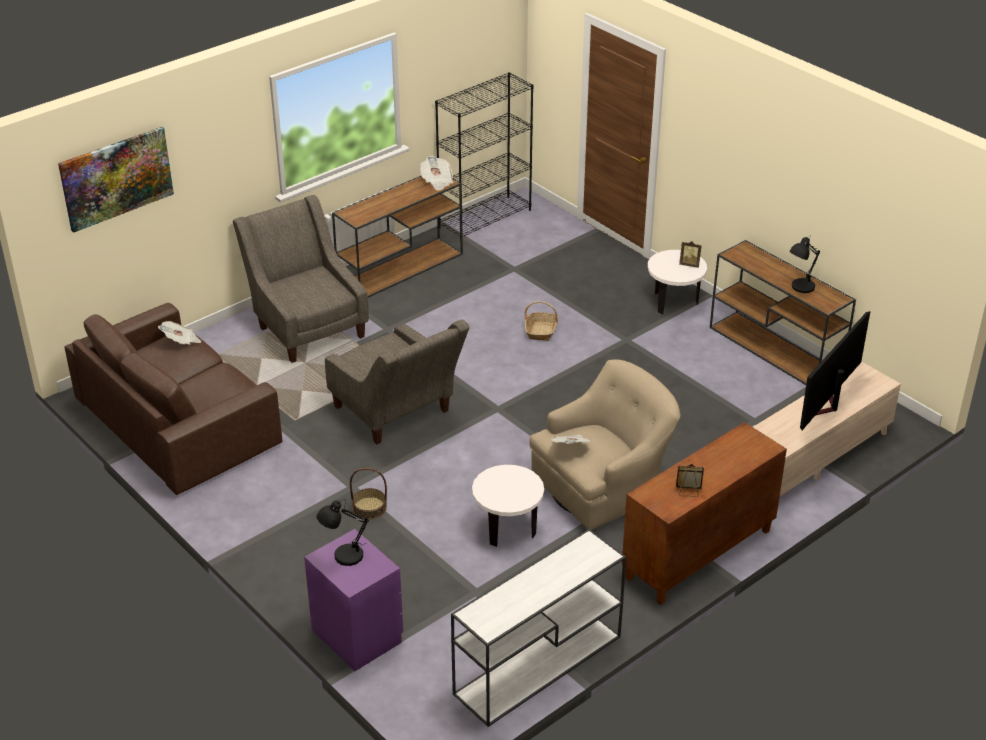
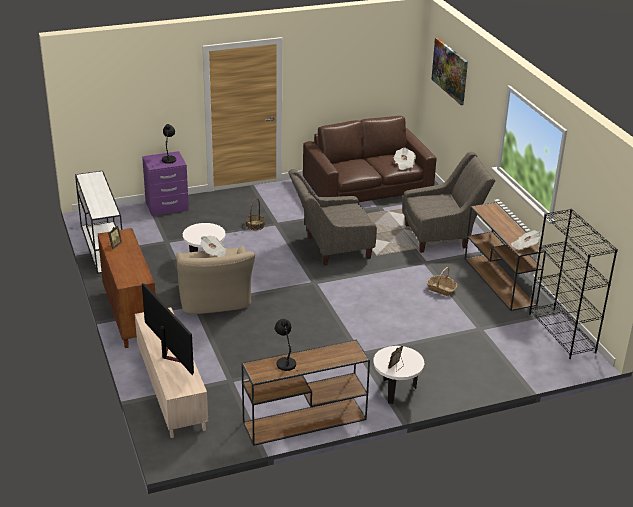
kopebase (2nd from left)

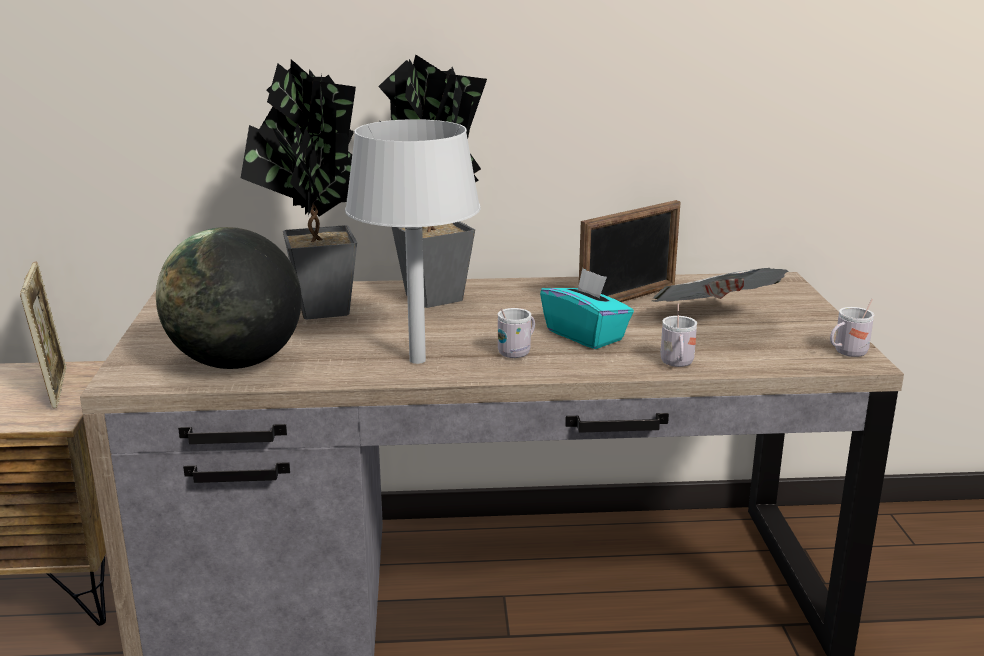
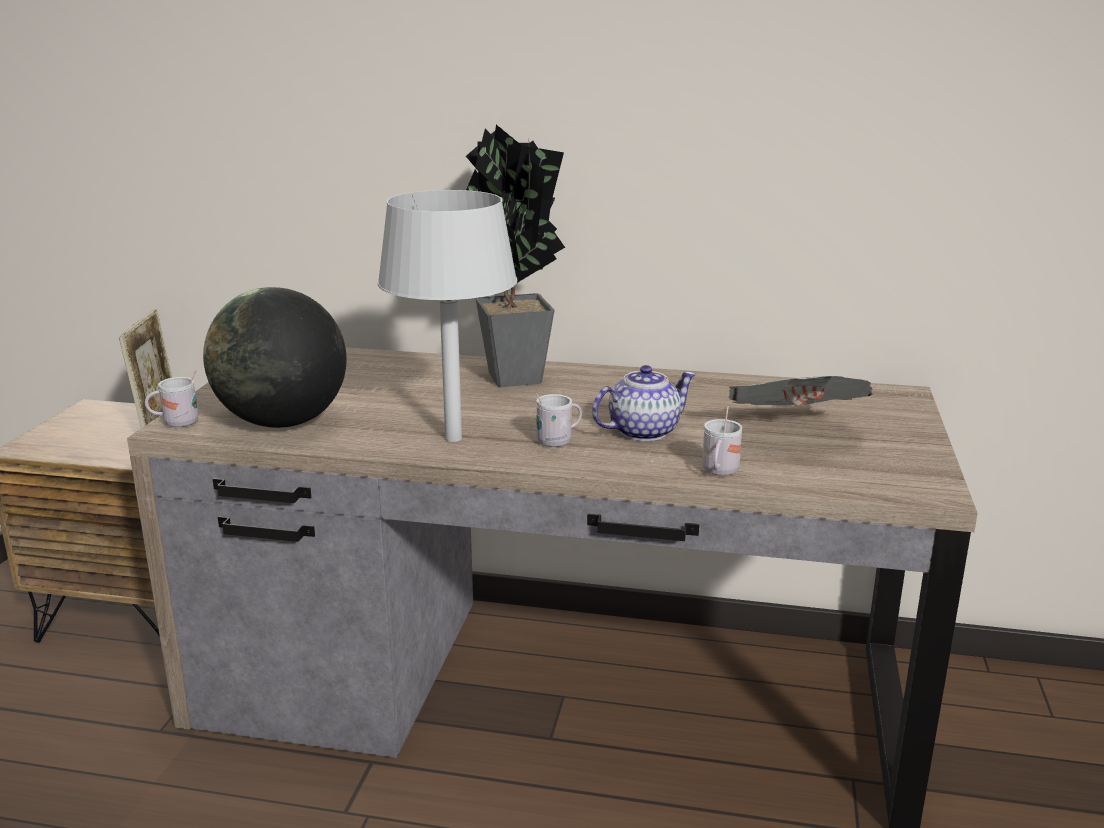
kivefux (1st from left in the first image)
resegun (2nd from left in the first image)
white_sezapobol (1st from left)
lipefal

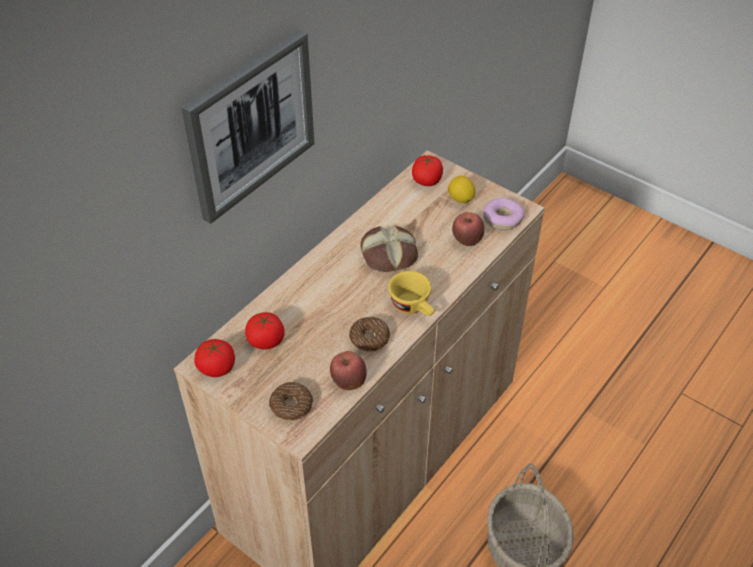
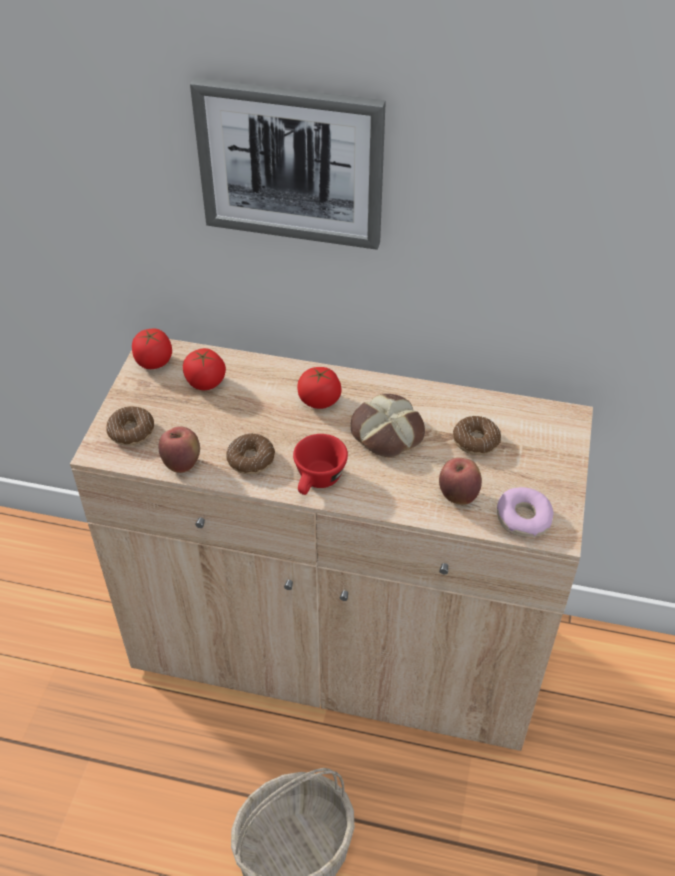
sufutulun
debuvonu (3rd from left)
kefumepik (3rd from left)
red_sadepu

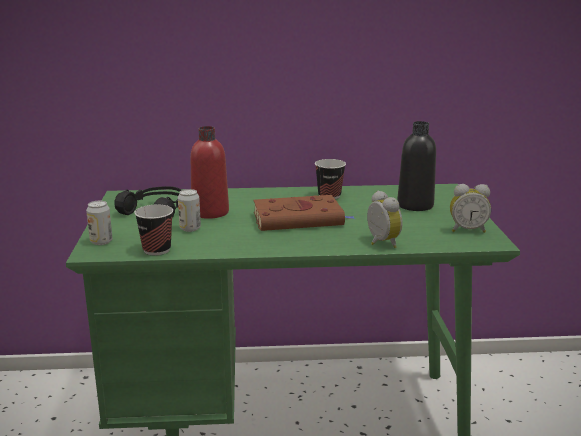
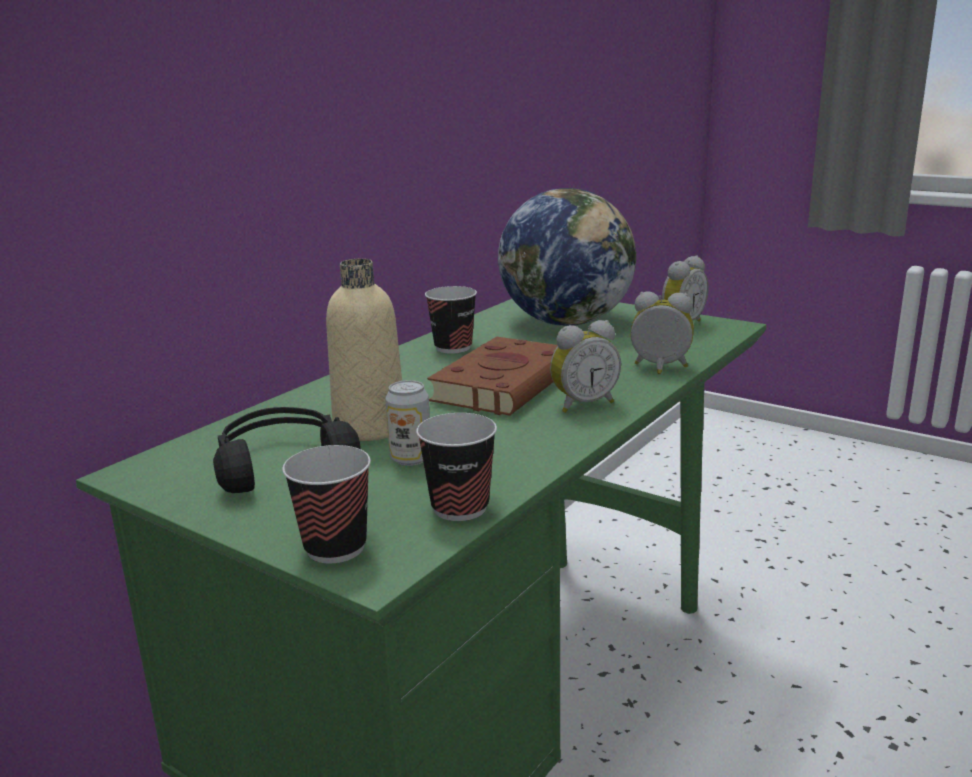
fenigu (1st from left)
sadepu (1st from left)
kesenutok
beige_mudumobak

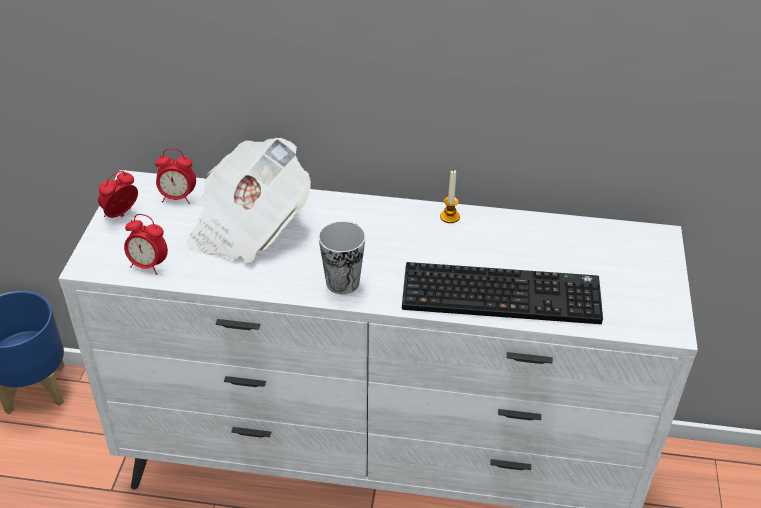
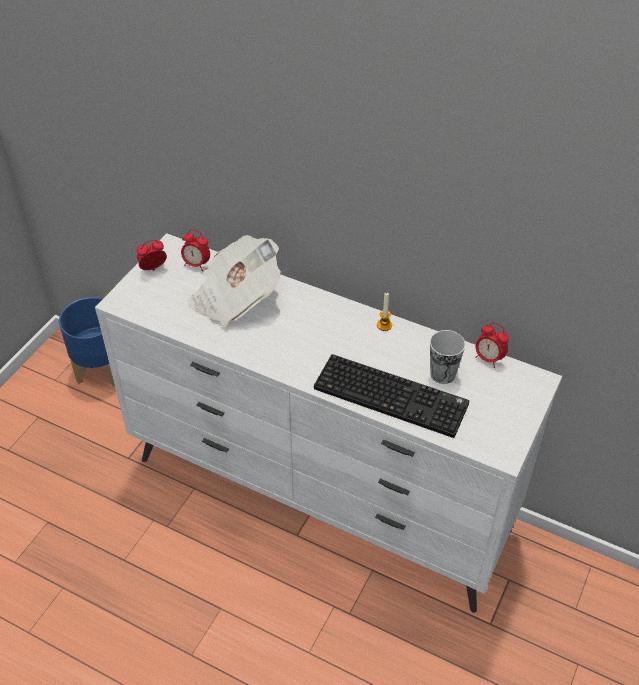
fenigu (3rd from left)
sadepu

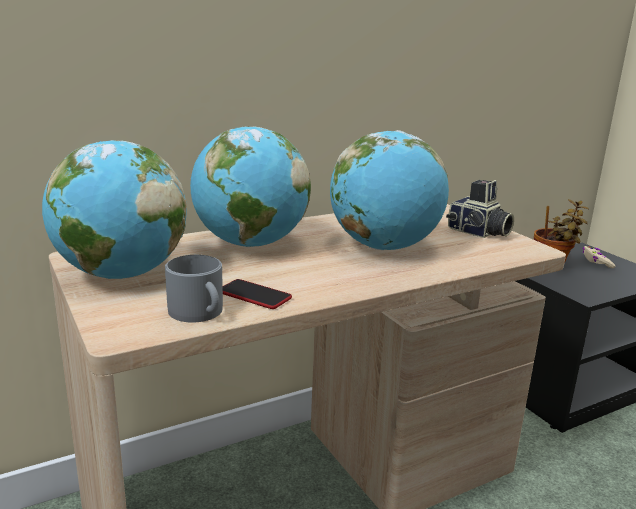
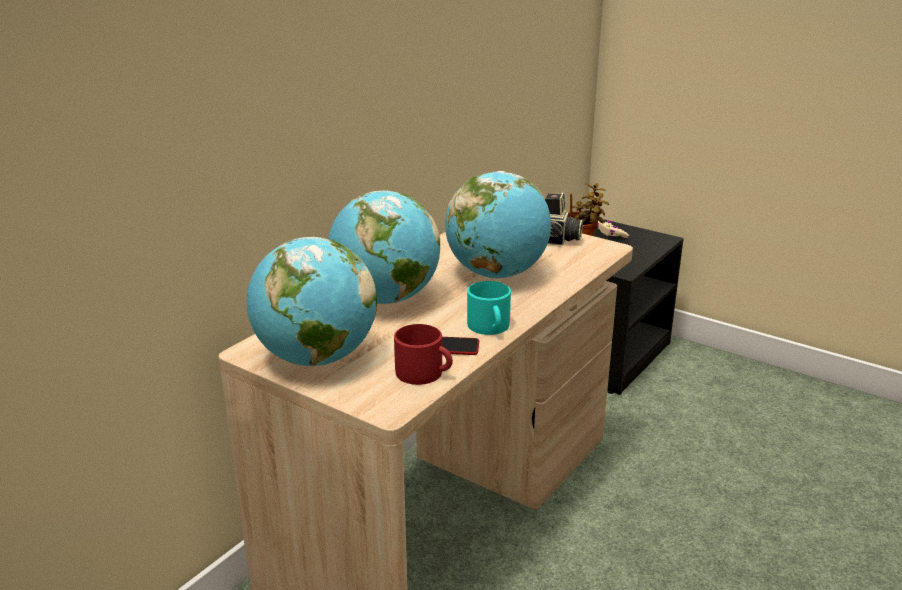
turquoise_sezapobol
red_sezapobol

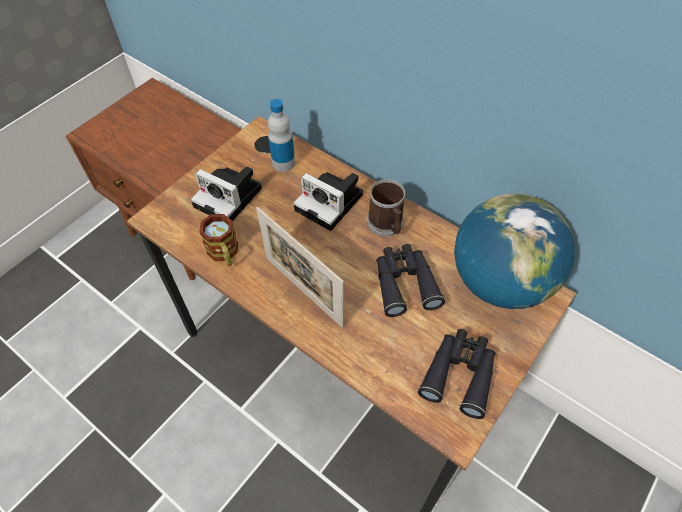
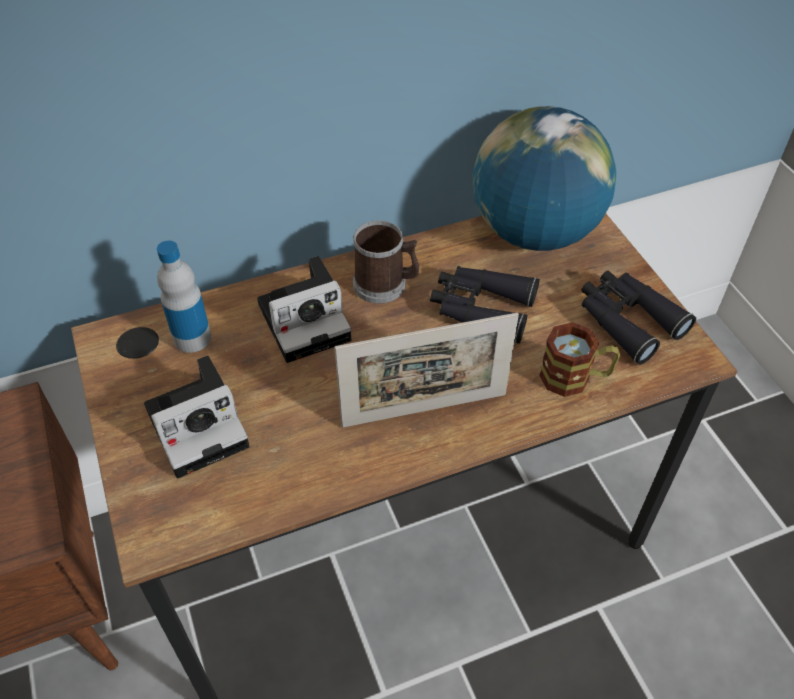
sezapobol (2nd from left)

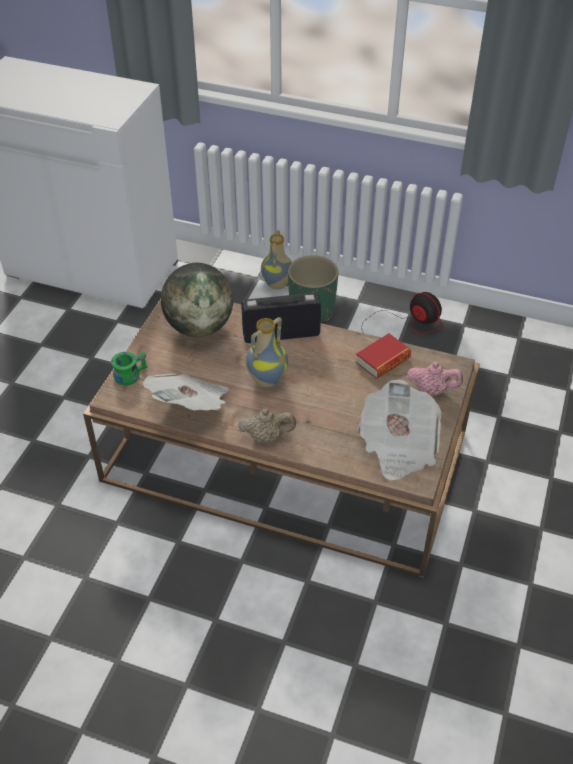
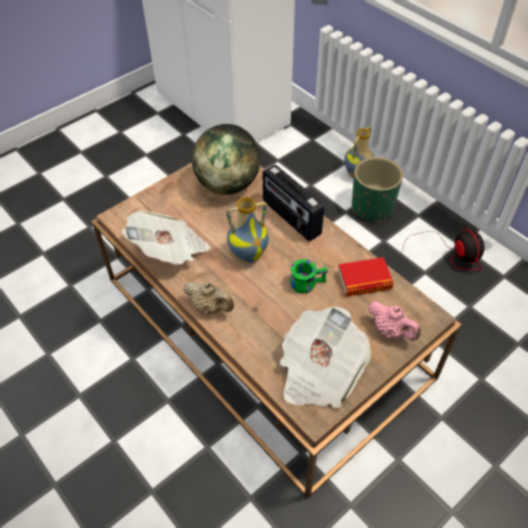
green_sezapobol
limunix

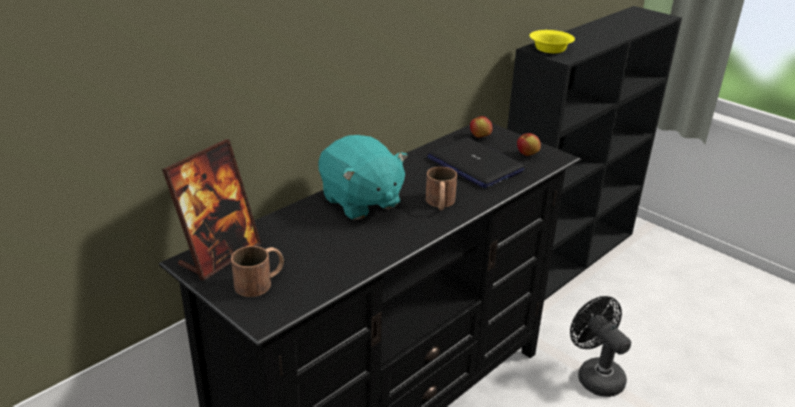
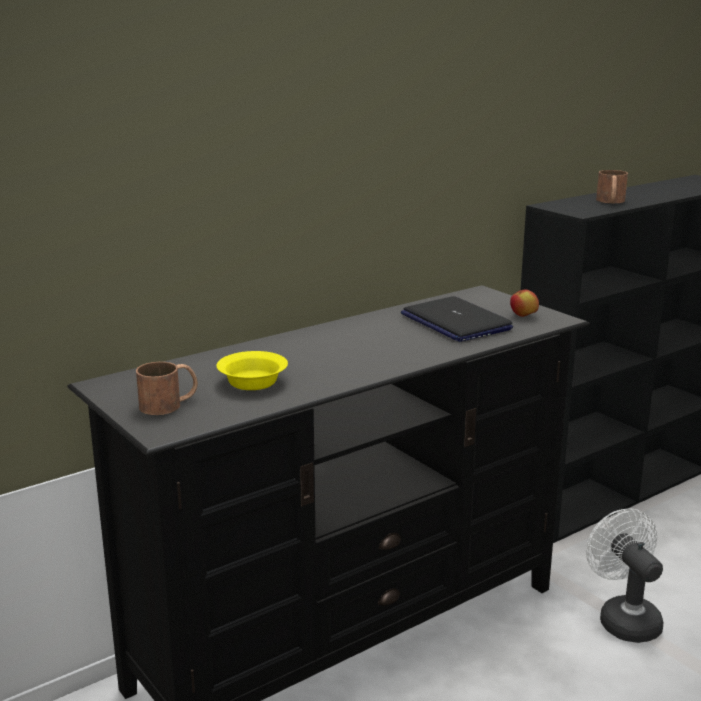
resegun
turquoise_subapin
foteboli (1st from left in the first image)
brown_sezapobol (2nd from left)
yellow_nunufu
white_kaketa

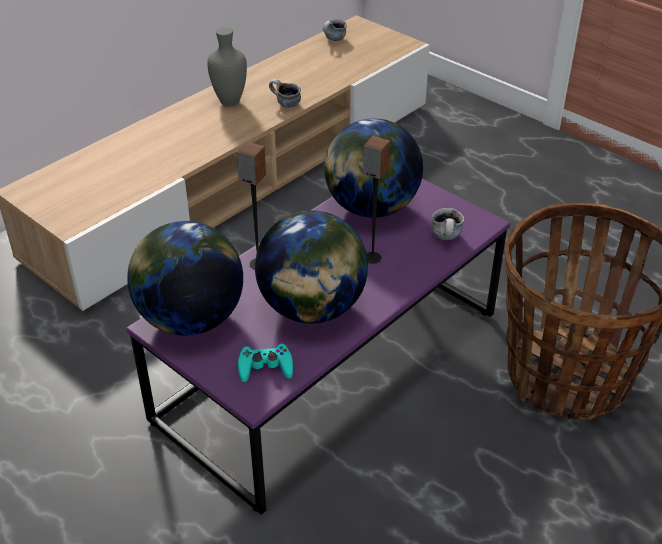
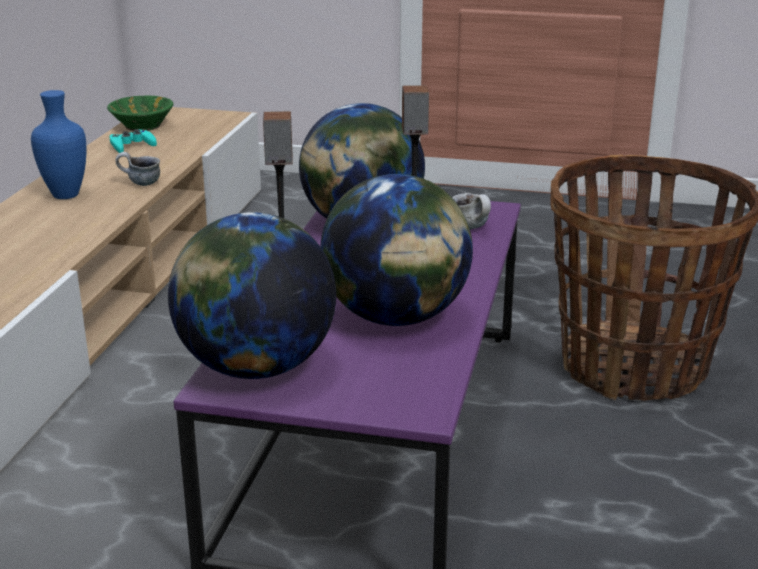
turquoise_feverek
green_nunufu
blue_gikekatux

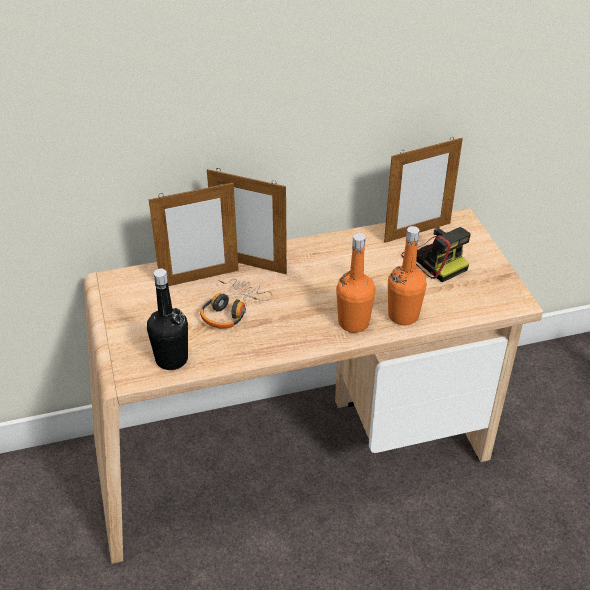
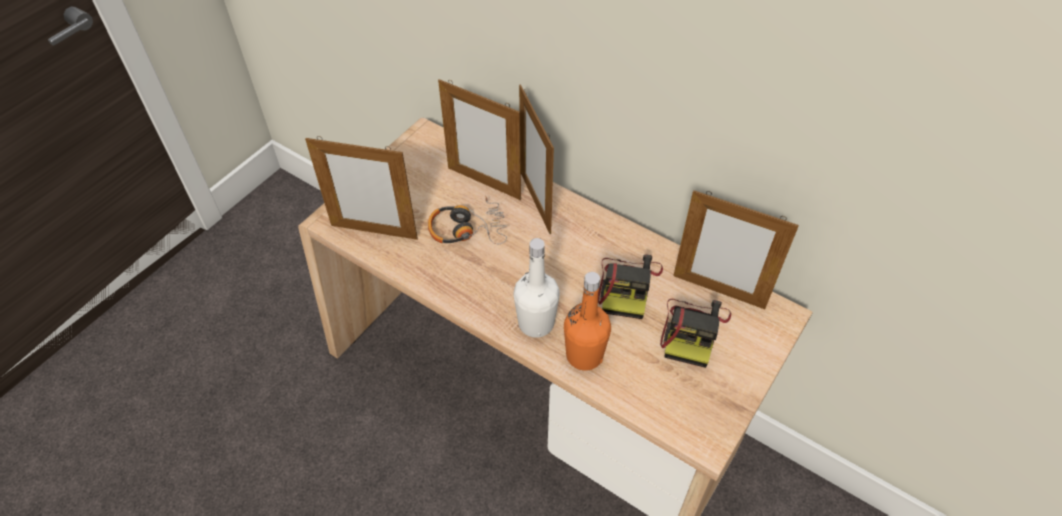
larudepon (1st from left)
resegun (1st from left)
white_mudumobak

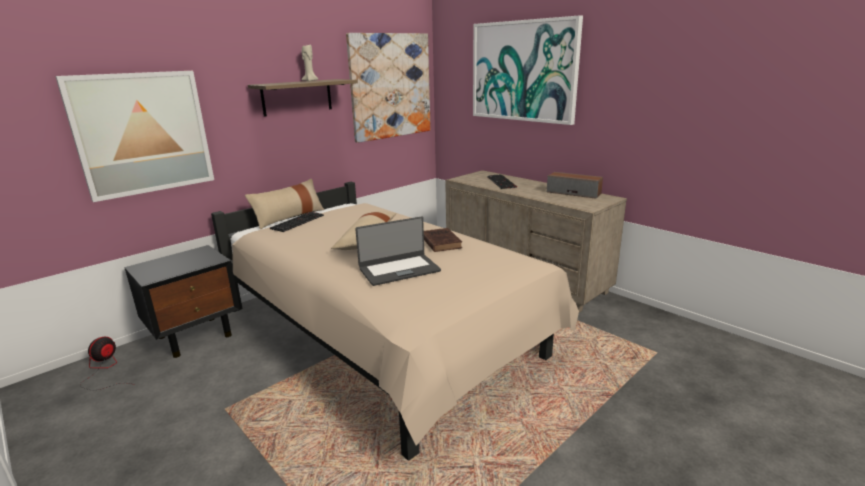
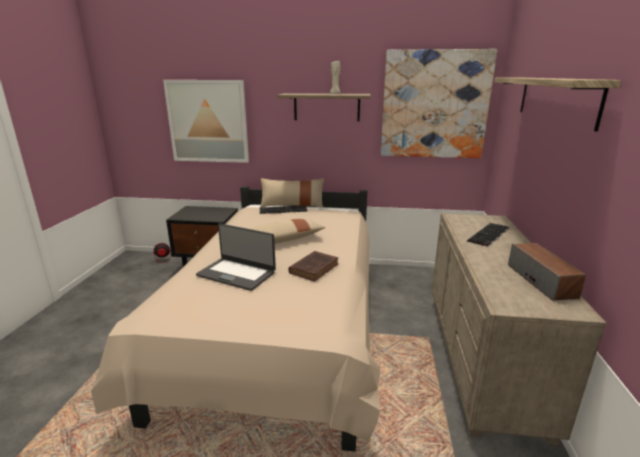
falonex (2nd from left)

